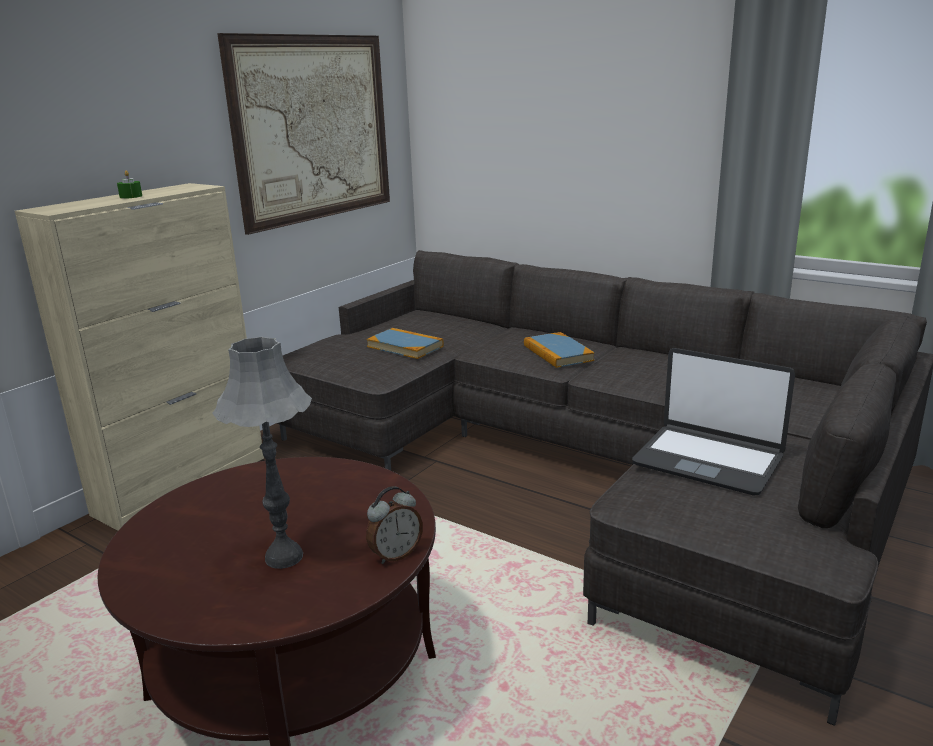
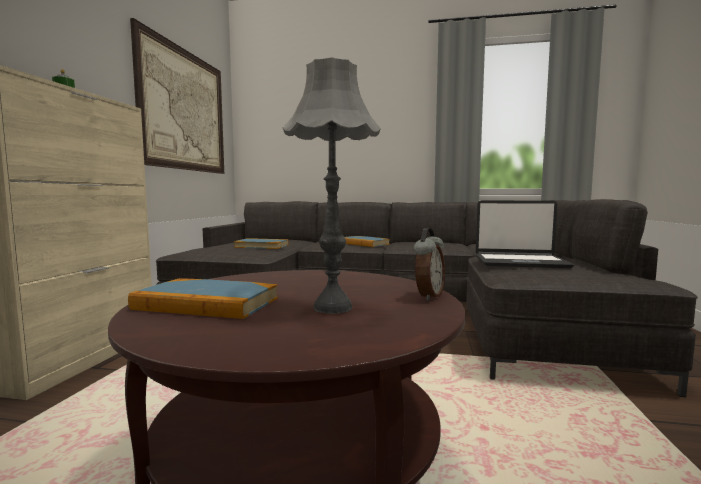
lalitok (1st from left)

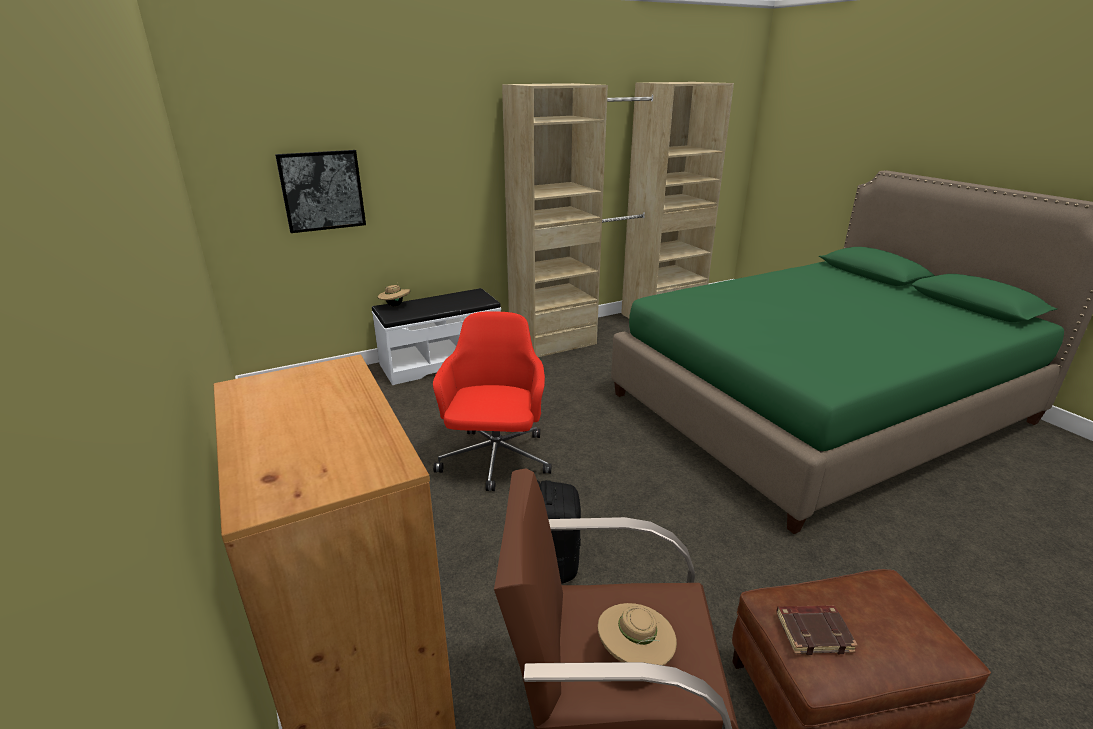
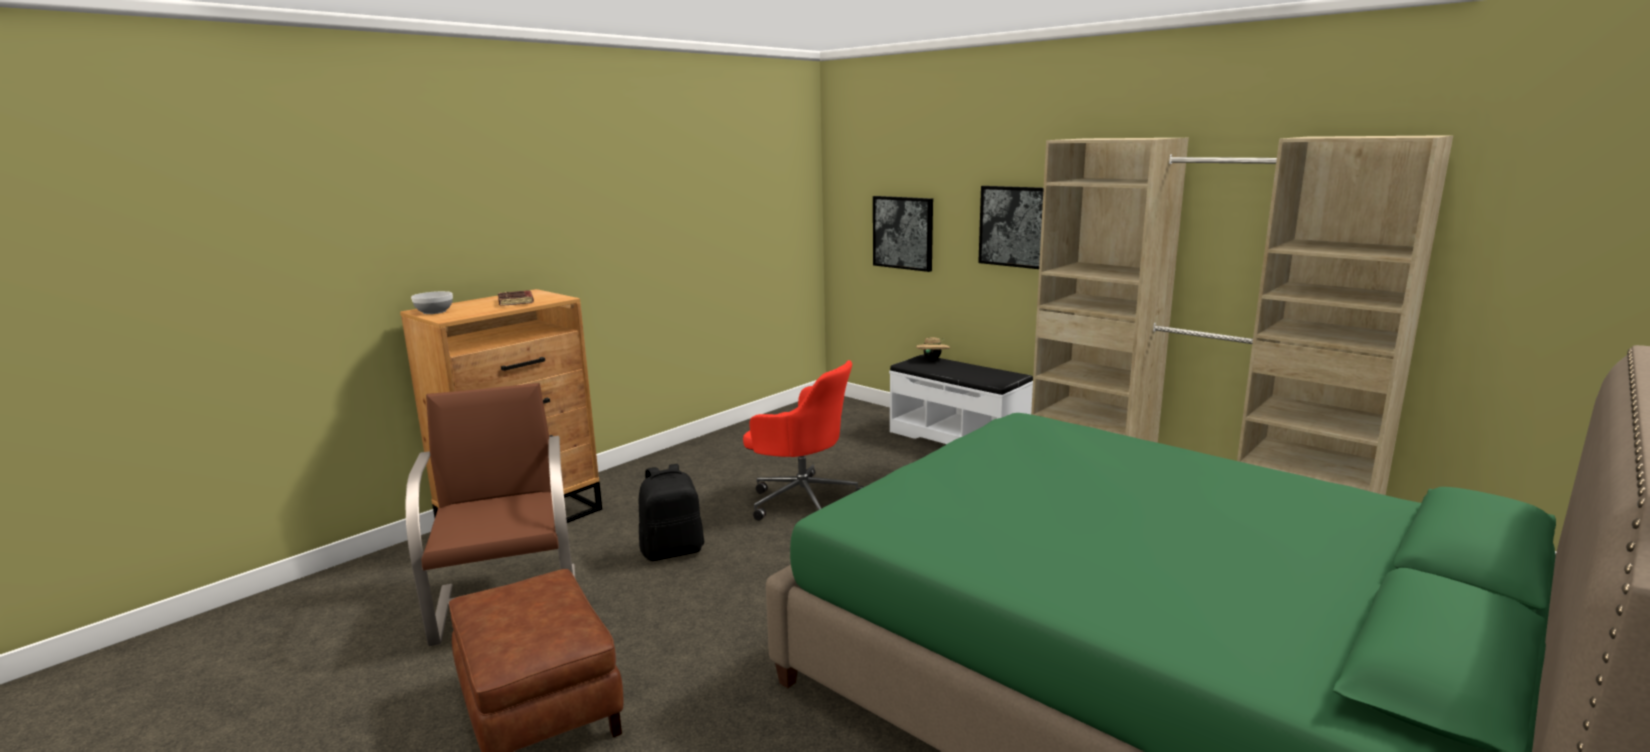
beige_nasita (2nd from left in the first image)
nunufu
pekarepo (2nd from left)
brown_lalitok
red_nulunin

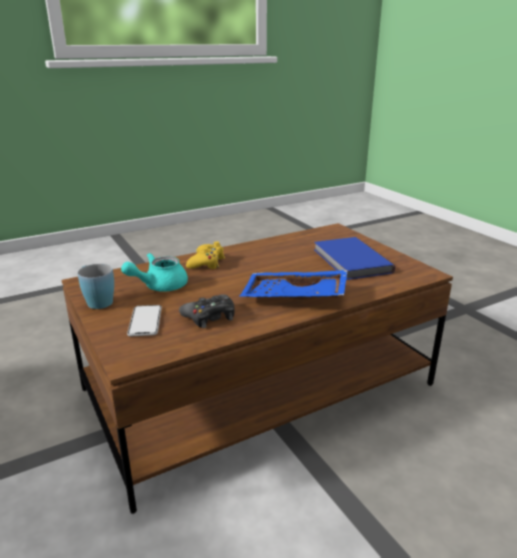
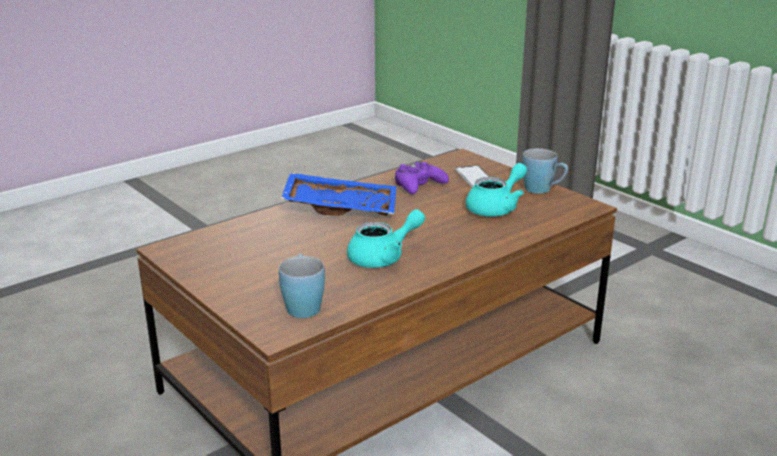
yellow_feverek
blue_lalitok
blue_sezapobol (1st from left)
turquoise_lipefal (1st from left)
purple_feverek

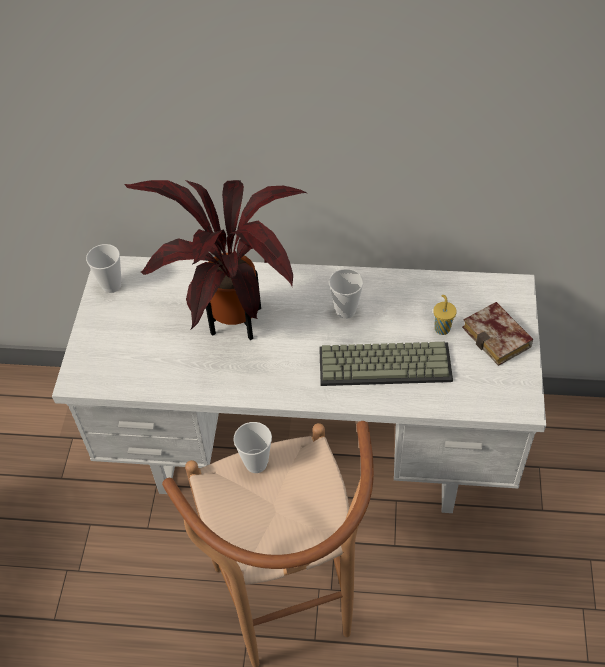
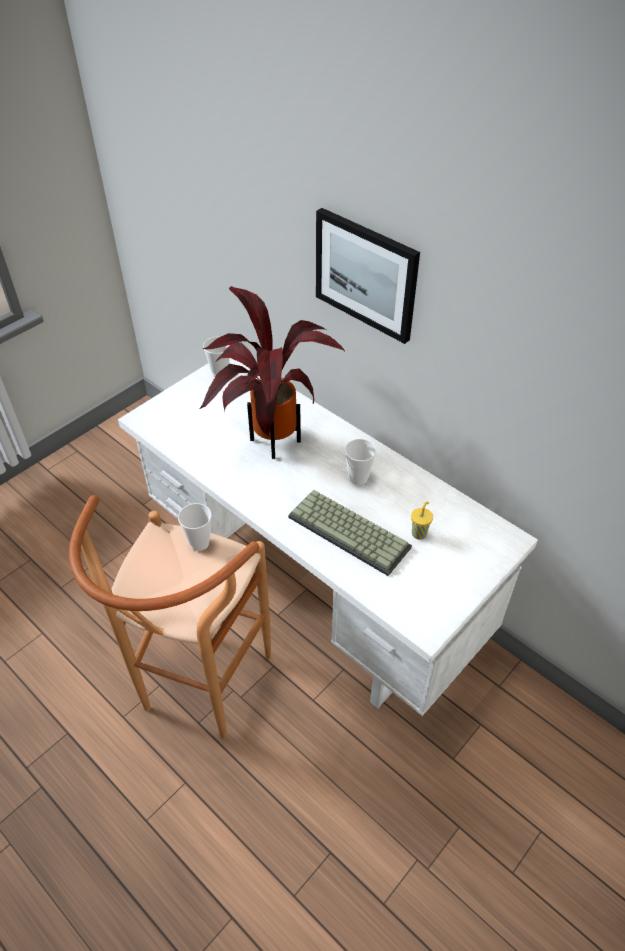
lalitok
pekarepo

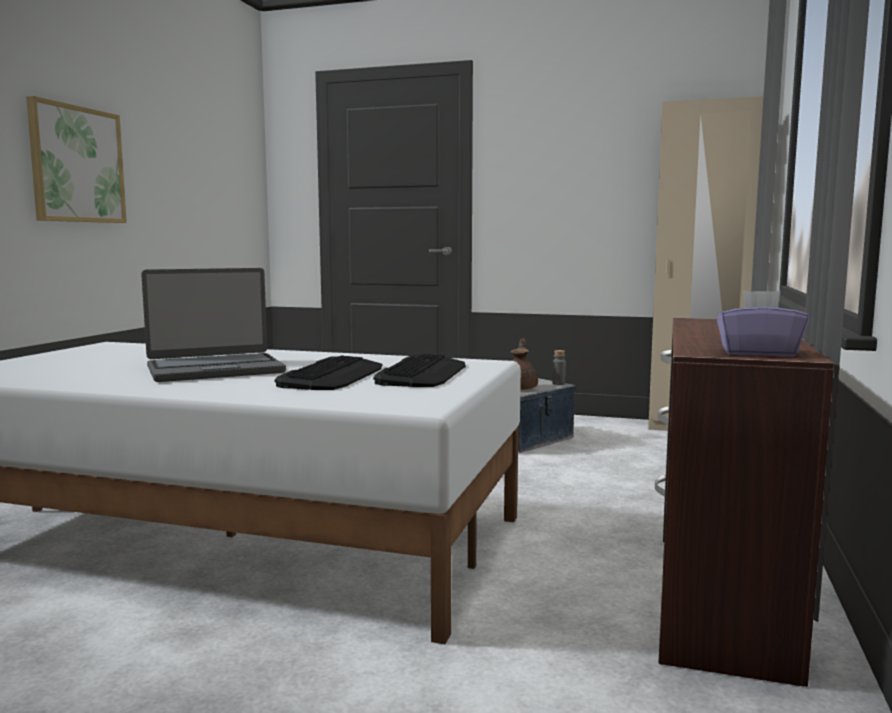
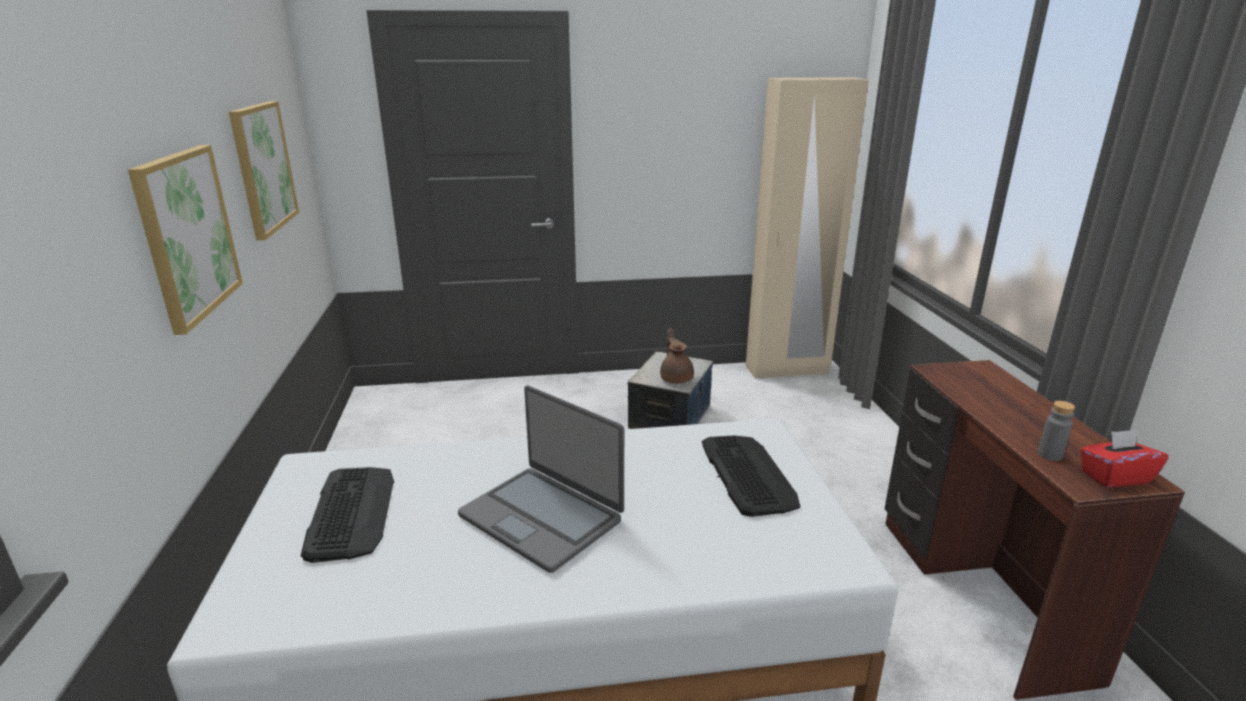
pekarepo (2nd from left)
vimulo (1st from left)
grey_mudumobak
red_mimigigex
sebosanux

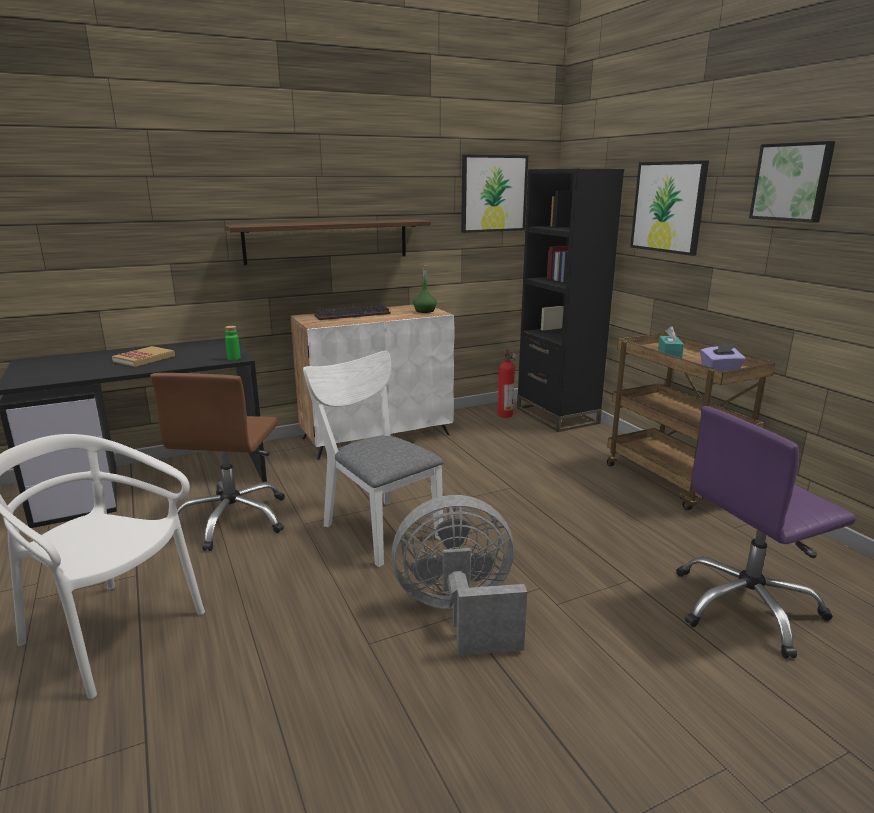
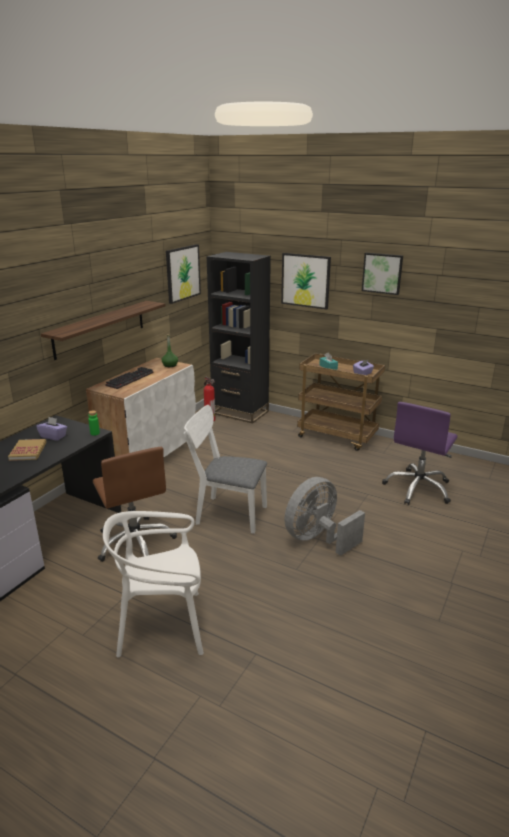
purple_mimigigex (1st from left)

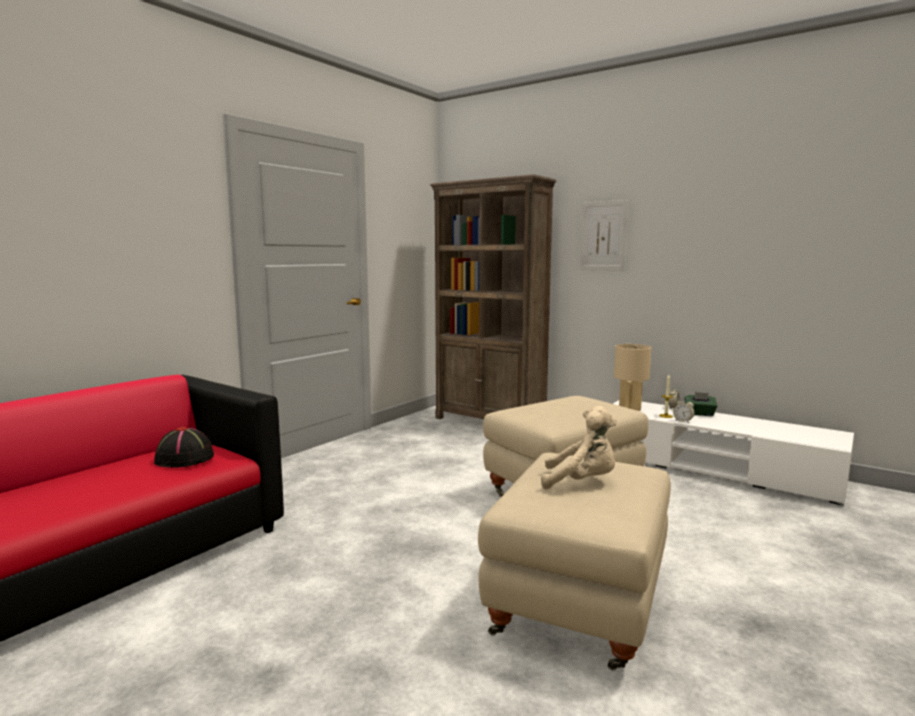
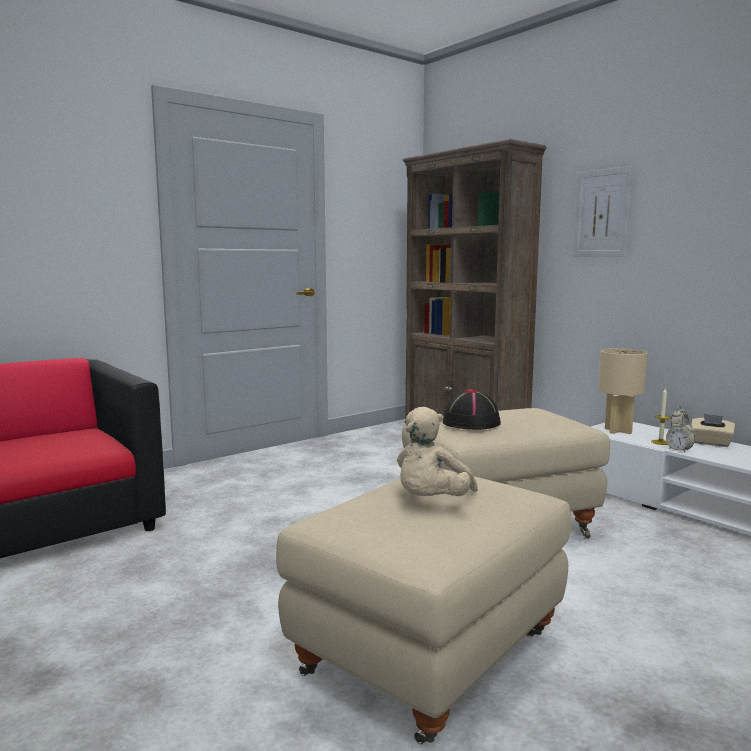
black_nasita
beige_mimigigex
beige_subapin

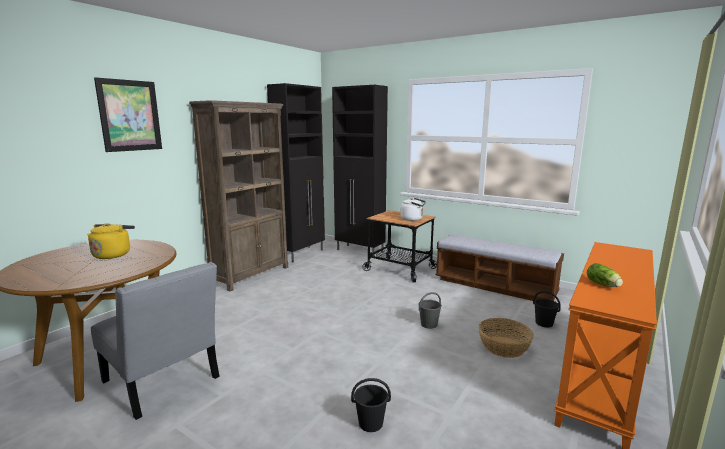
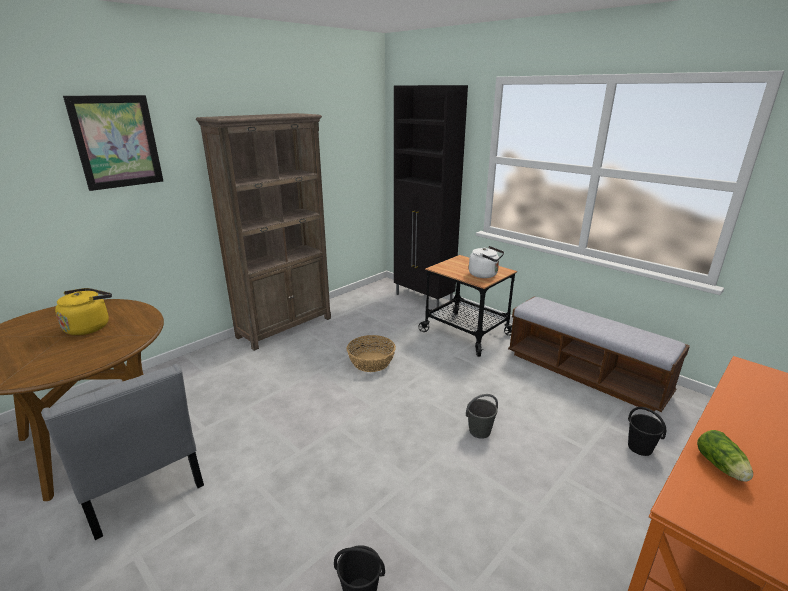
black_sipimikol (1st from left in the first image)
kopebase

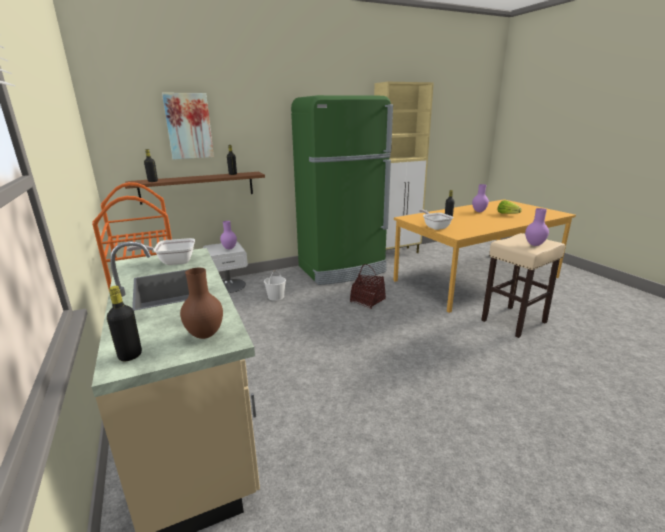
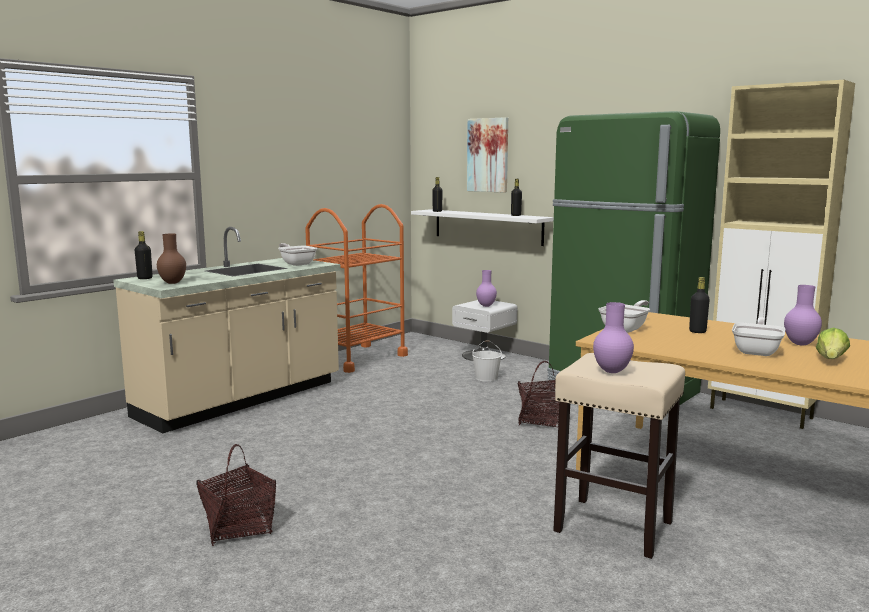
kopebase (1st from left)
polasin (3rd from left)
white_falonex

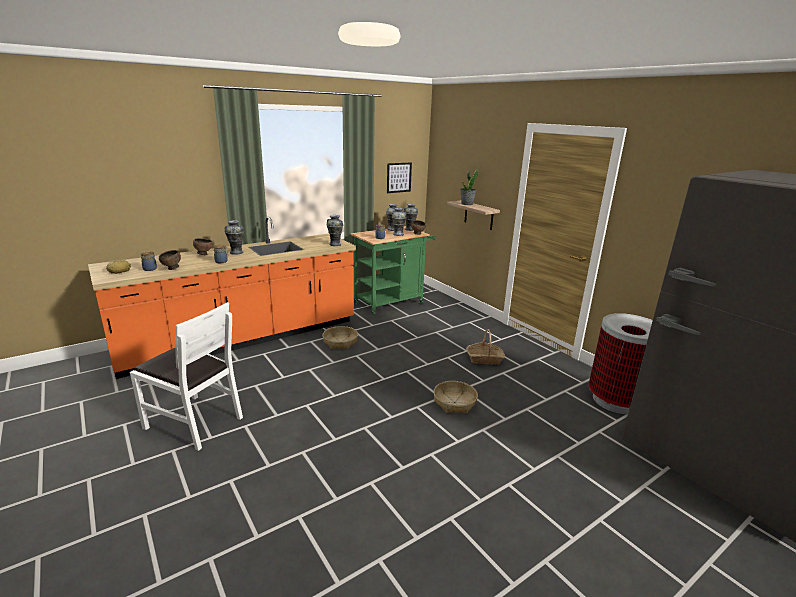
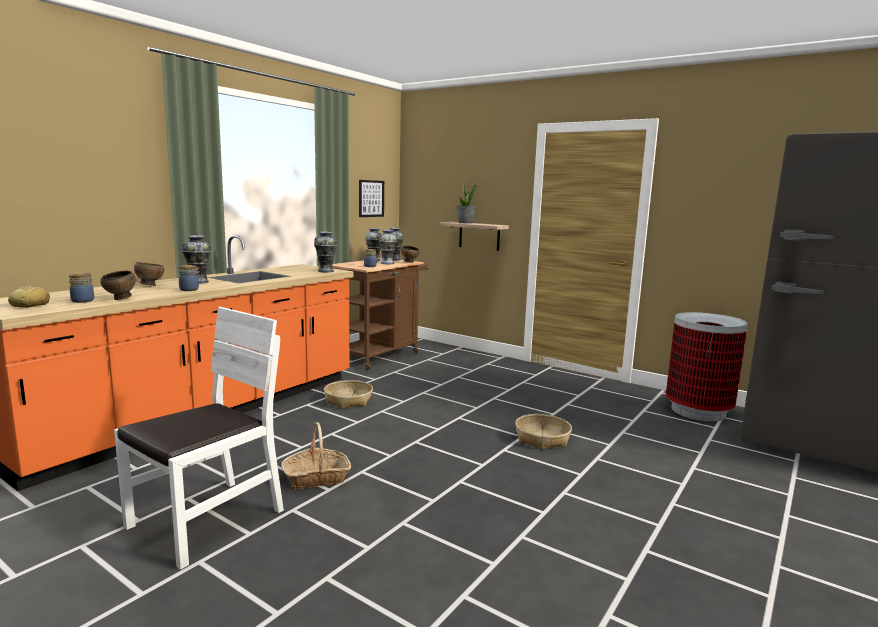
kopebase (1st from left)
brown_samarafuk
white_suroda

